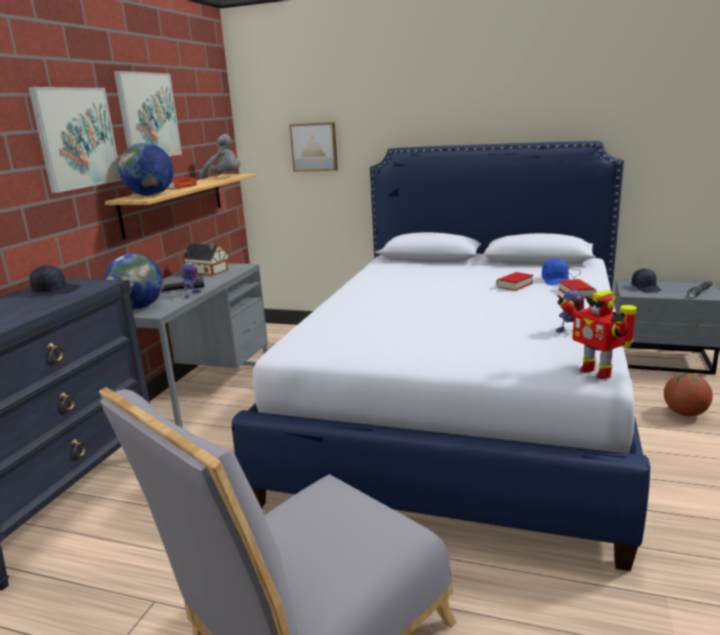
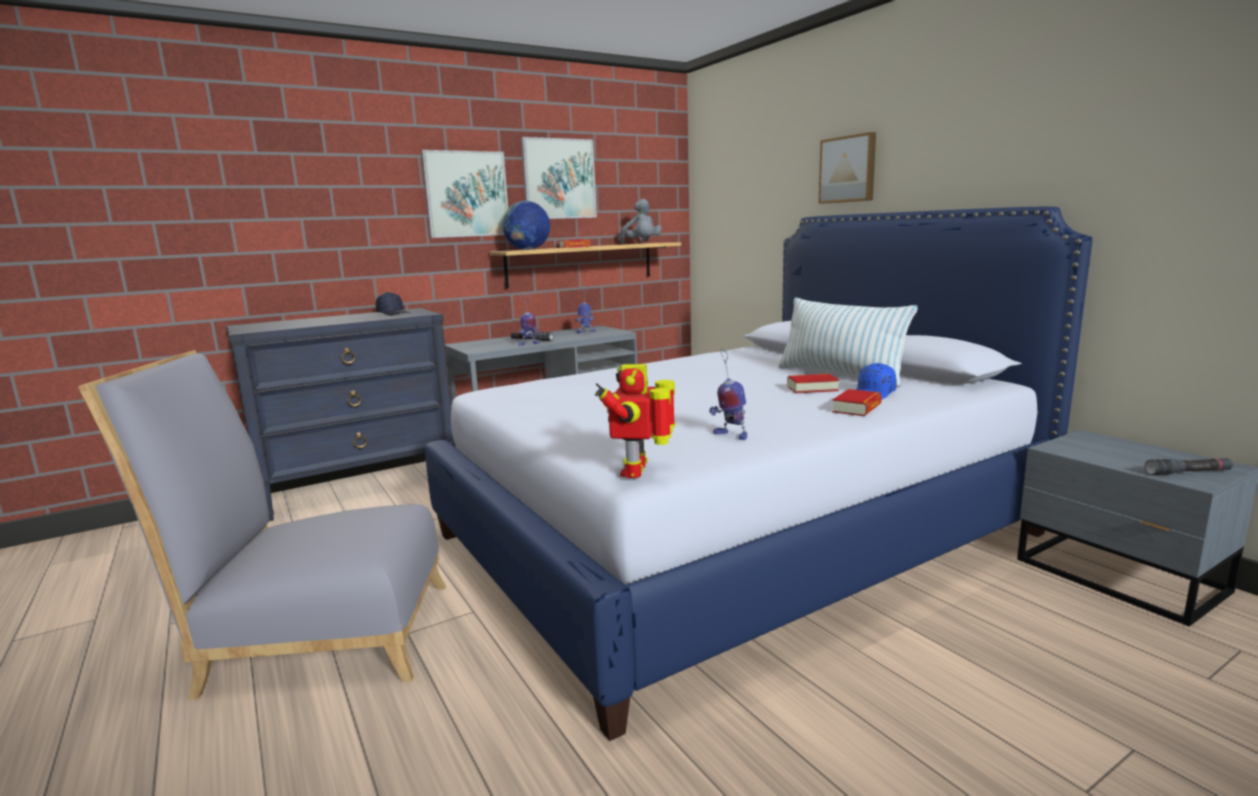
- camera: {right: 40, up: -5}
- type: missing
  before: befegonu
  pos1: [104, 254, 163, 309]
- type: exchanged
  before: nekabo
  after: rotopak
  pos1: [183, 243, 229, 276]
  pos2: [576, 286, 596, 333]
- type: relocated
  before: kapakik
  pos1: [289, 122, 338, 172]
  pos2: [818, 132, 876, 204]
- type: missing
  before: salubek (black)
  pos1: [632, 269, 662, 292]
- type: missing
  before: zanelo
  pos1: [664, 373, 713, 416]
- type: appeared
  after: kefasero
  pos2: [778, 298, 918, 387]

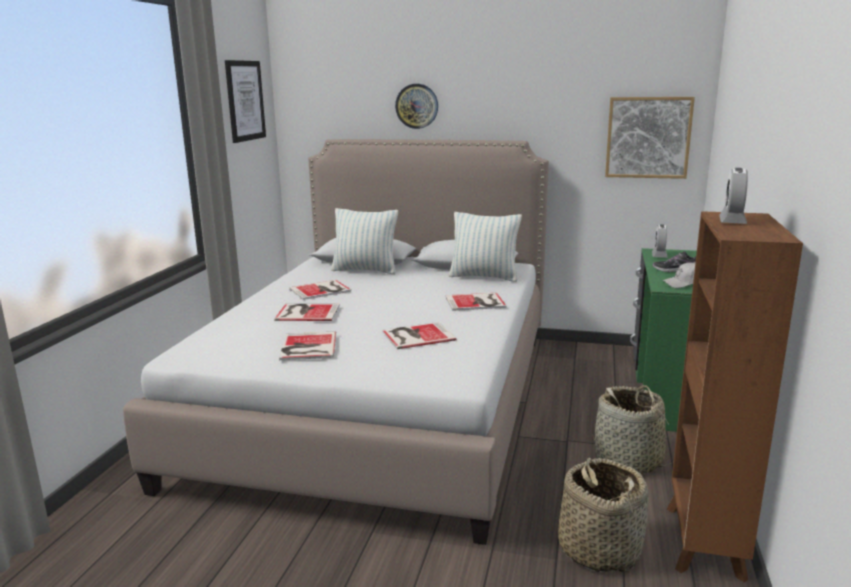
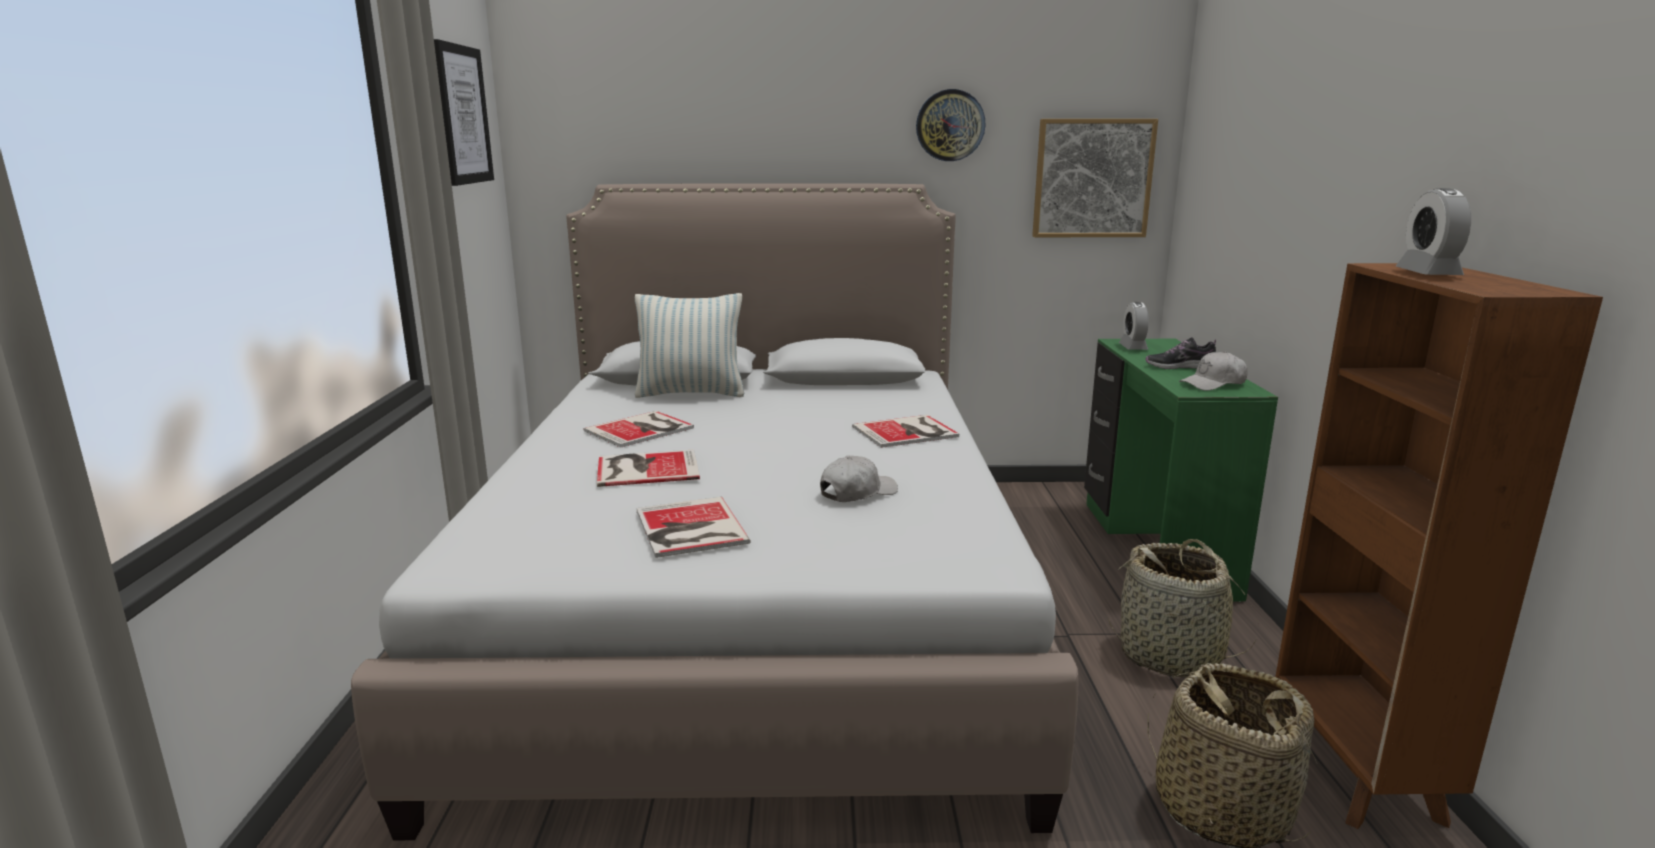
- camera: {right: -15, up: 0}
- type: exchanged
  before: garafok
  after: salubek (white)
  pos1: [382, 322, 457, 349]
  pos2: [820, 455, 898, 502]
- type: relocated
  before: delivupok
  pos1: [395, 84, 438, 129]
  pos2: [916, 89, 986, 161]
- type: missing
  before: kefasero
  pos1: [449, 212, 522, 282]

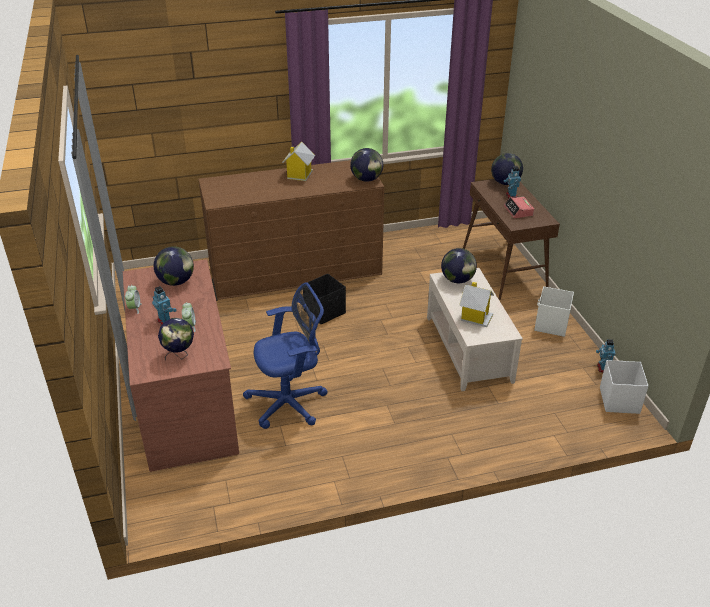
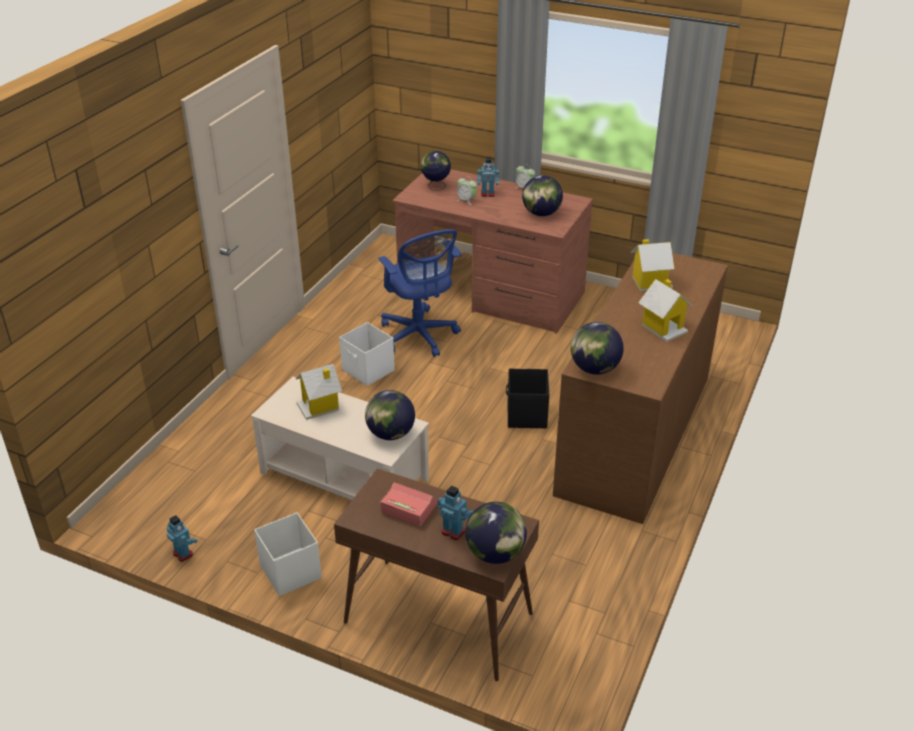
- camera: {right: 130, up: 0}
- type: spun
  before: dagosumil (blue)
  pos1: [243, 282, 328, 429]
  pos2: [378, 229, 462, 357]
  turn: -45
- type: relocated
  before: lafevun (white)
  pos1: [600, 360, 648, 414]
  pos2: [339, 322, 395, 386]
- type: appeared
  after: nekabo
  pos2: [631, 239, 674, 291]

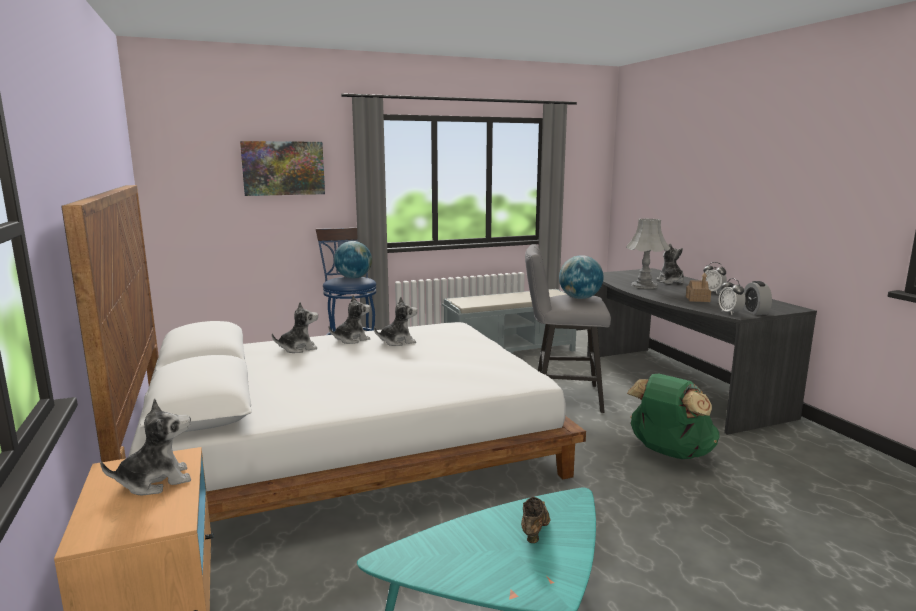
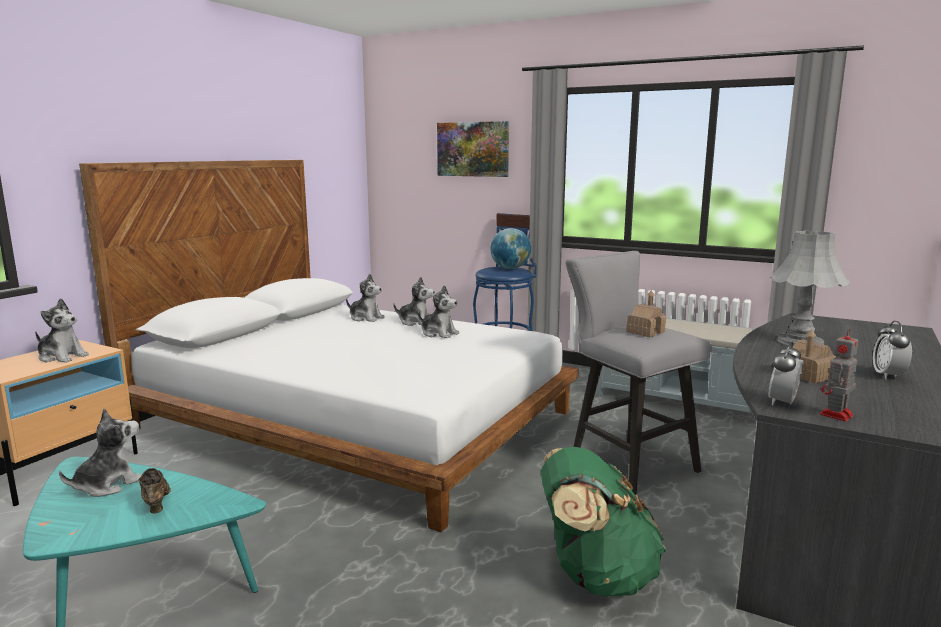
- camera: {right: 50, up: 0}
- type: spun
  before: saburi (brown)
  pos1: [521, 497, 550, 543]
  pos2: [138, 468, 171, 513]
  turn: -90
- type: exchanged
  before: befegonu
  after: nekabo
  pos1: [559, 255, 603, 299]
  pos2: [626, 290, 666, 337]
- type: relocated
  before: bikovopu
  pos1: [656, 244, 684, 284]
  pos2: [59, 408, 142, 497]
- type: exchanged
  before: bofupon
  after: rotopak
  pos1: [743, 281, 772, 315]
  pos2: [820, 328, 858, 422]

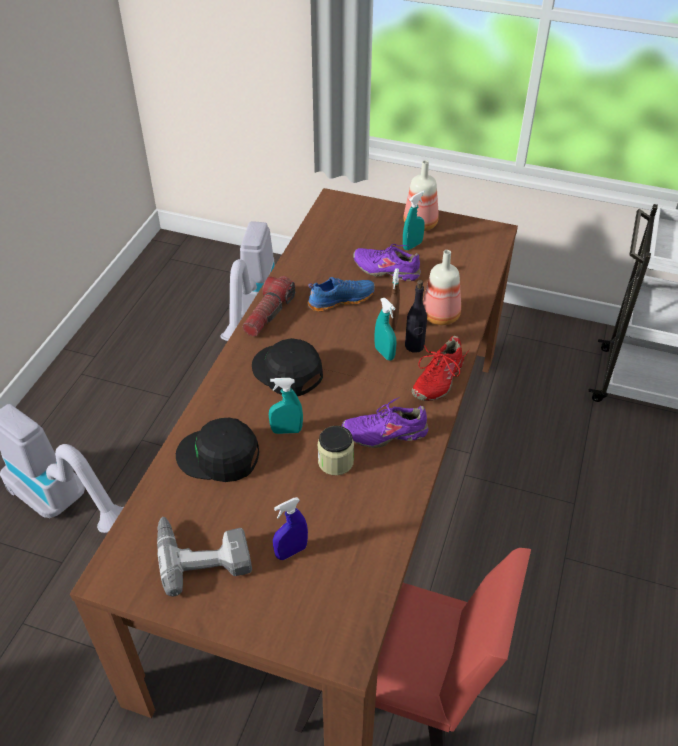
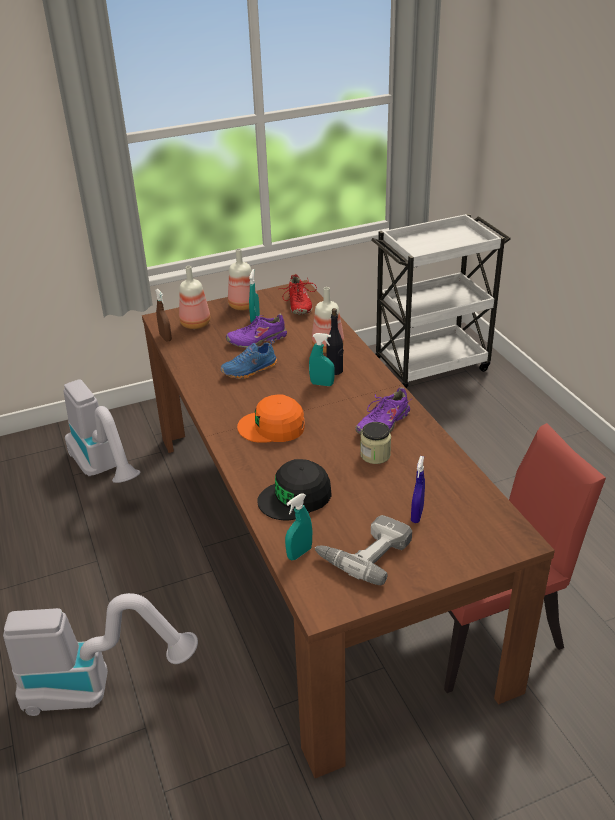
- camera: {right: -40, up: -10}
- type: missing
  before: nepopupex
  pos1: [242, 276, 295, 337]
- type: colour
  before: salubek (black)
  after: salubek (orange)
  pos1: [252, 338, 323, 396]
  pos2: [237, 394, 305, 442]
- type: relocated
  before: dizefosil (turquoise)
  pos1: [269, 378, 303, 434]
  pos2: [285, 493, 312, 560]
- type: spun
  before: saburi (blue)
  pos1: [308, 277, 375, 312]
  pos2: [220, 339, 277, 379]
  turn: -150
- type: relocated
  before: dizefosil (brown)
  pos1: [389, 268, 400, 331]
  pos2: [155, 289, 172, 342]
- type: relocated
  before: saburi (red)
  pos1: [411, 336, 469, 401]
  pos2: [279, 274, 317, 315]
- type: appeared
  after: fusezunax
  pos2: [179, 266, 211, 329]

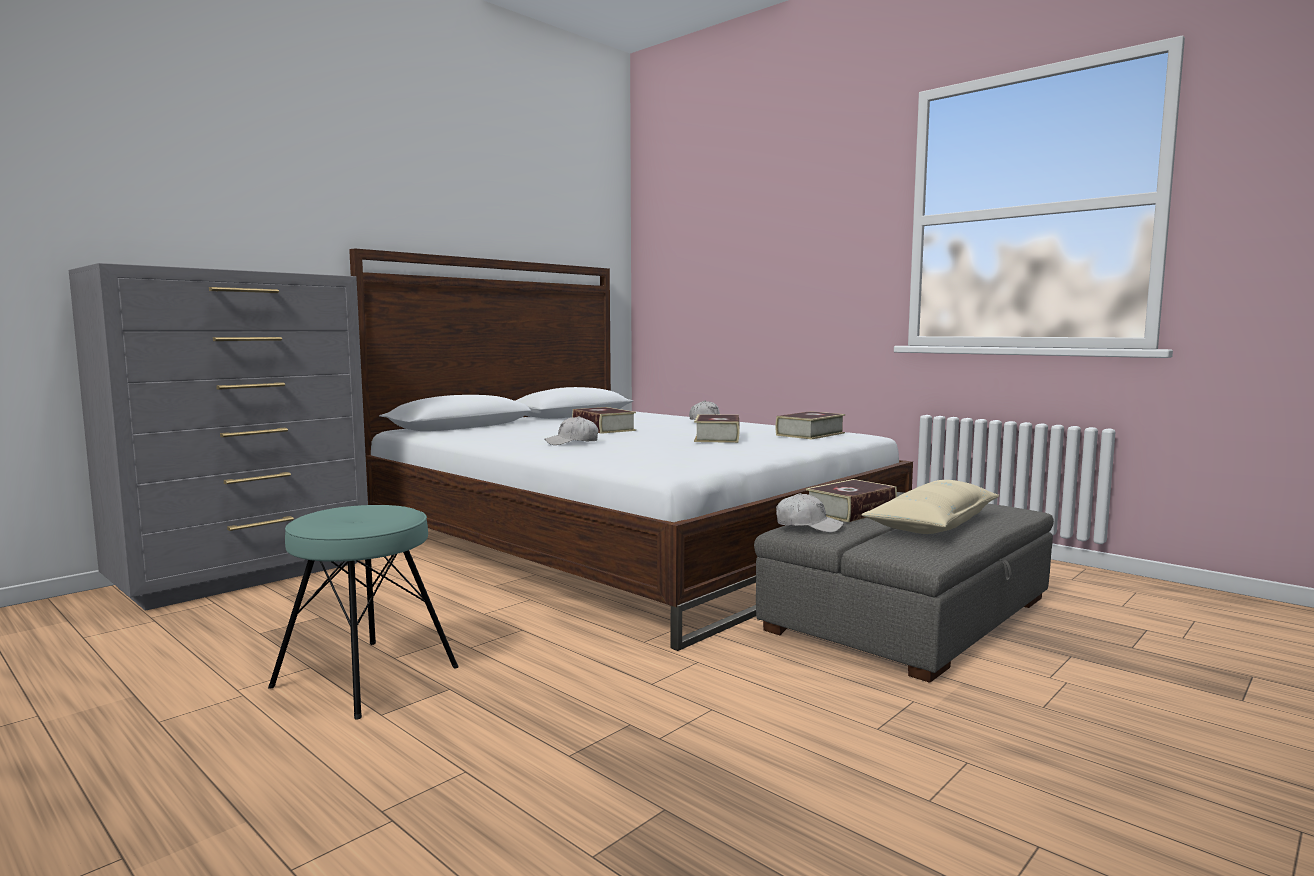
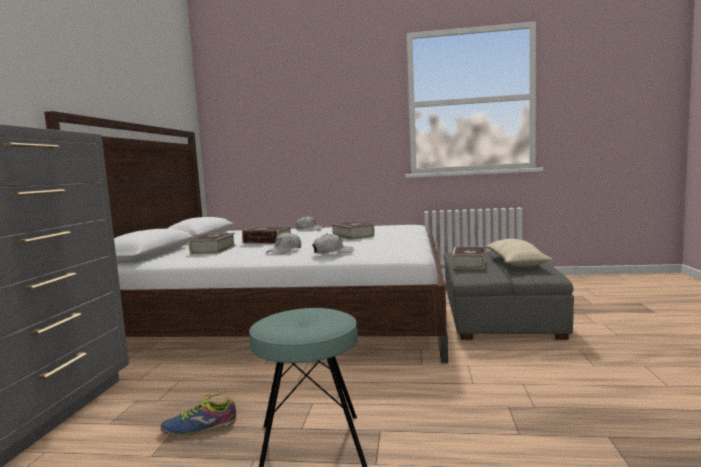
- camera: {right: -35, up: 0}
- type: relocated
  before: garafok
  pos1: [776, 411, 846, 439]
  pos2: [189, 233, 236, 254]
- type: relocated
  before: salubek (white)
  pos1: [776, 493, 844, 533]
  pos2: [313, 233, 354, 254]
- type: appeared
  after: saburi
  pos2: [160, 392, 236, 436]

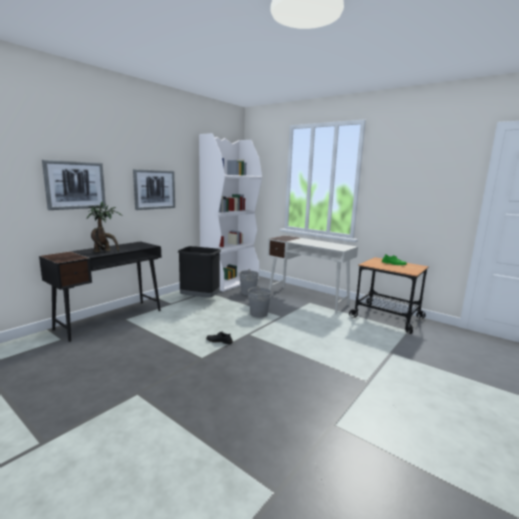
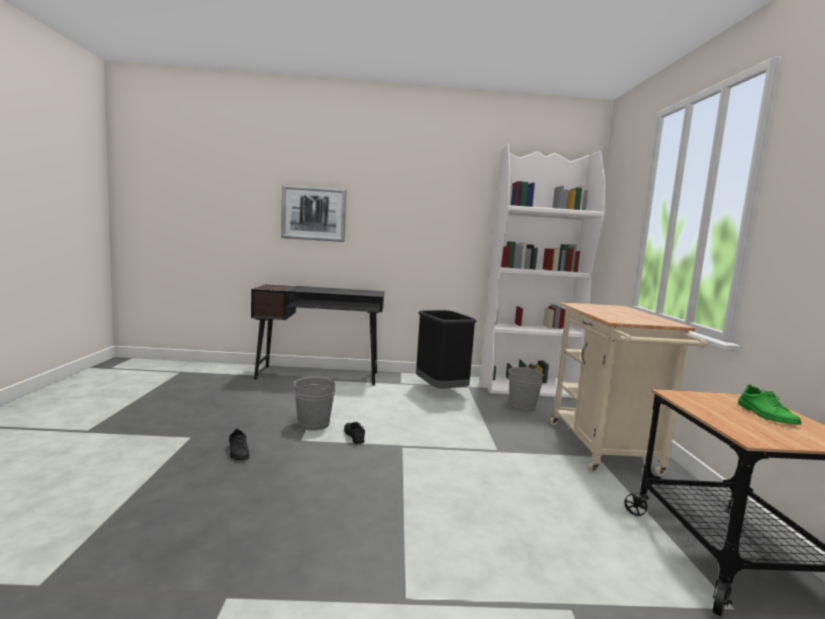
- camera: {right: 50, up: -5}
- type: missing
  before: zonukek
  pos1: [87, 201, 123, 252]
- type: missing
  before: kapakik
  pos1: [133, 169, 175, 210]
- type: relocated
  before: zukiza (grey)
  pos1: [248, 286, 271, 317]
  pos2: [293, 377, 336, 431]
- type: exchanged
  before: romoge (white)
  after: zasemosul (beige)
  pos1: [268, 235, 358, 314]
  pos2: [550, 302, 707, 476]
- type: appeared
  after: saburi (black)
  pos2: [229, 429, 250, 460]

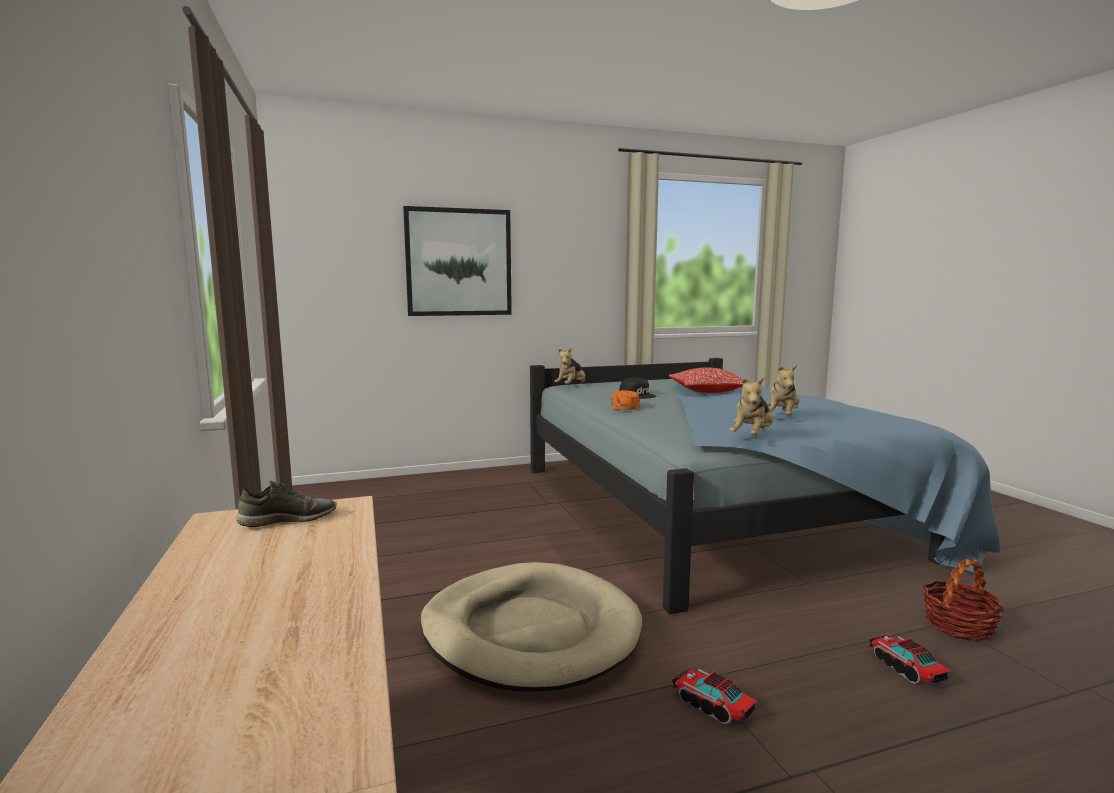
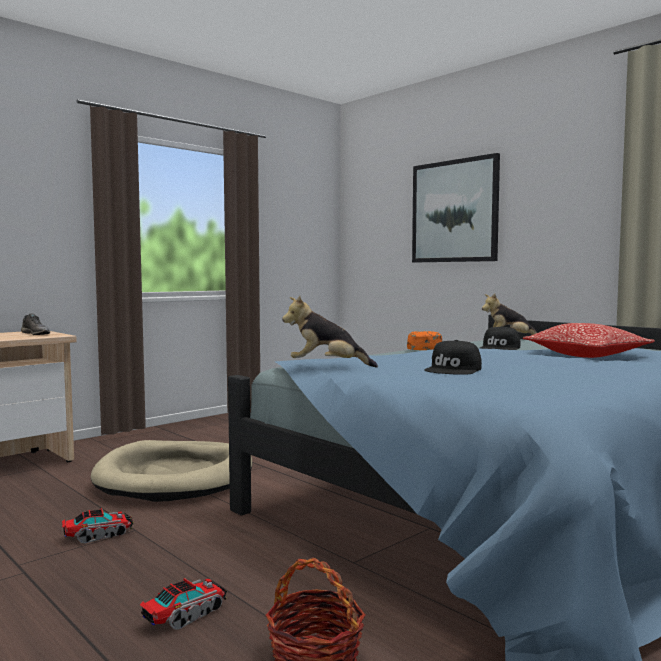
- camera: {right: 65, up: -5}
- type: spun
  before: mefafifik
  pos1: [672, 669, 757, 724]
  pos2: [62, 508, 134, 543]
  turn: 45
- type: exchanged
  before: bikovopu
  after: salubek (black)
  pos1: [766, 364, 799, 416]
  pos2: [425, 340, 482, 375]

